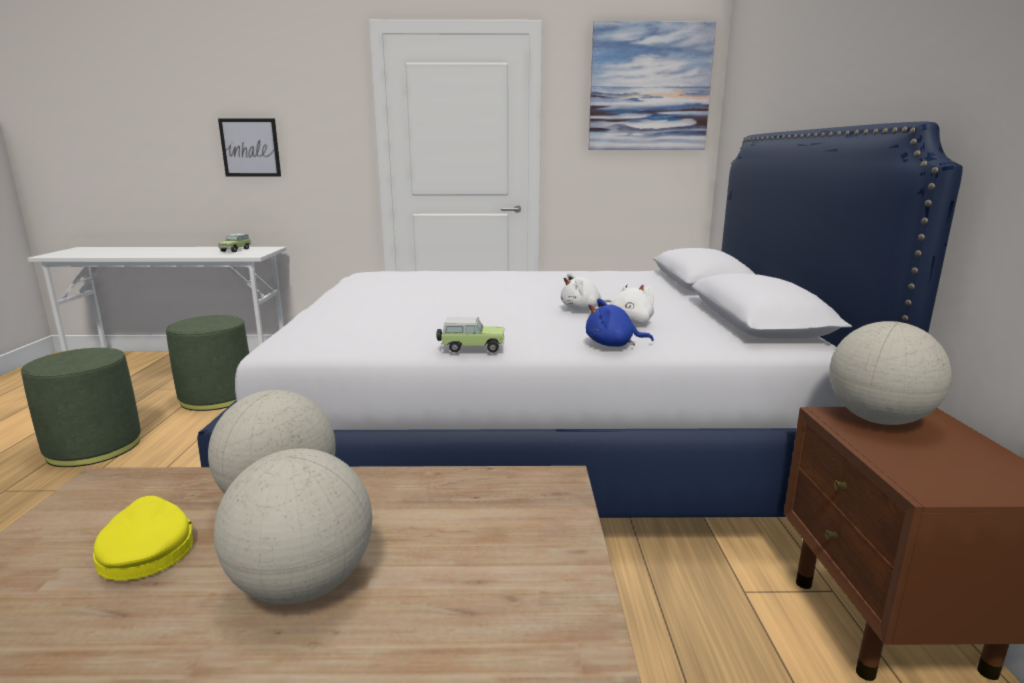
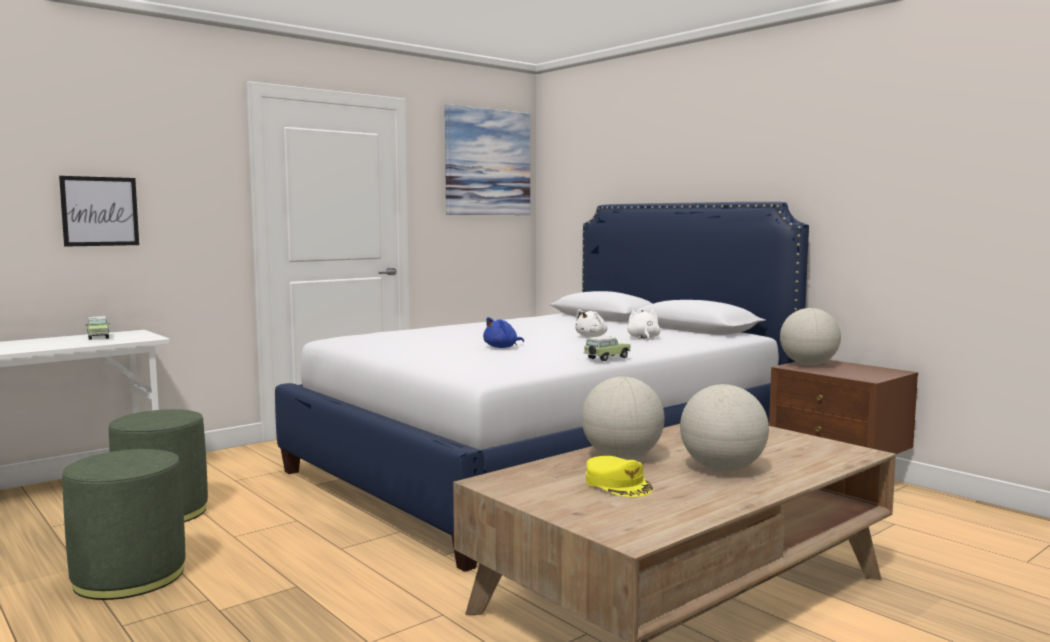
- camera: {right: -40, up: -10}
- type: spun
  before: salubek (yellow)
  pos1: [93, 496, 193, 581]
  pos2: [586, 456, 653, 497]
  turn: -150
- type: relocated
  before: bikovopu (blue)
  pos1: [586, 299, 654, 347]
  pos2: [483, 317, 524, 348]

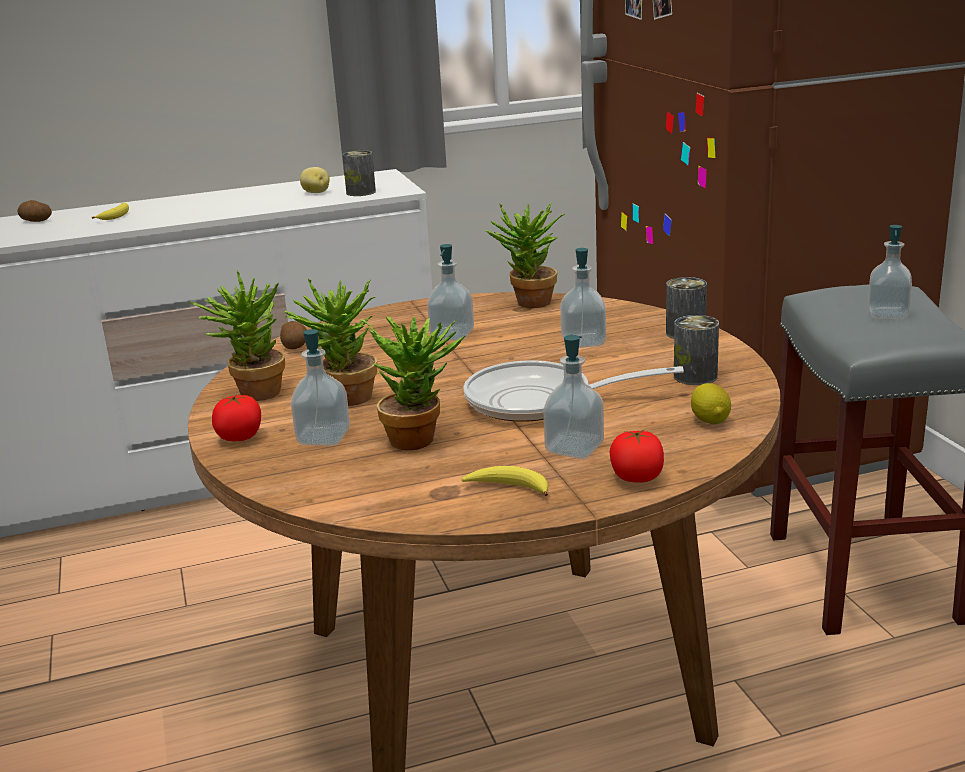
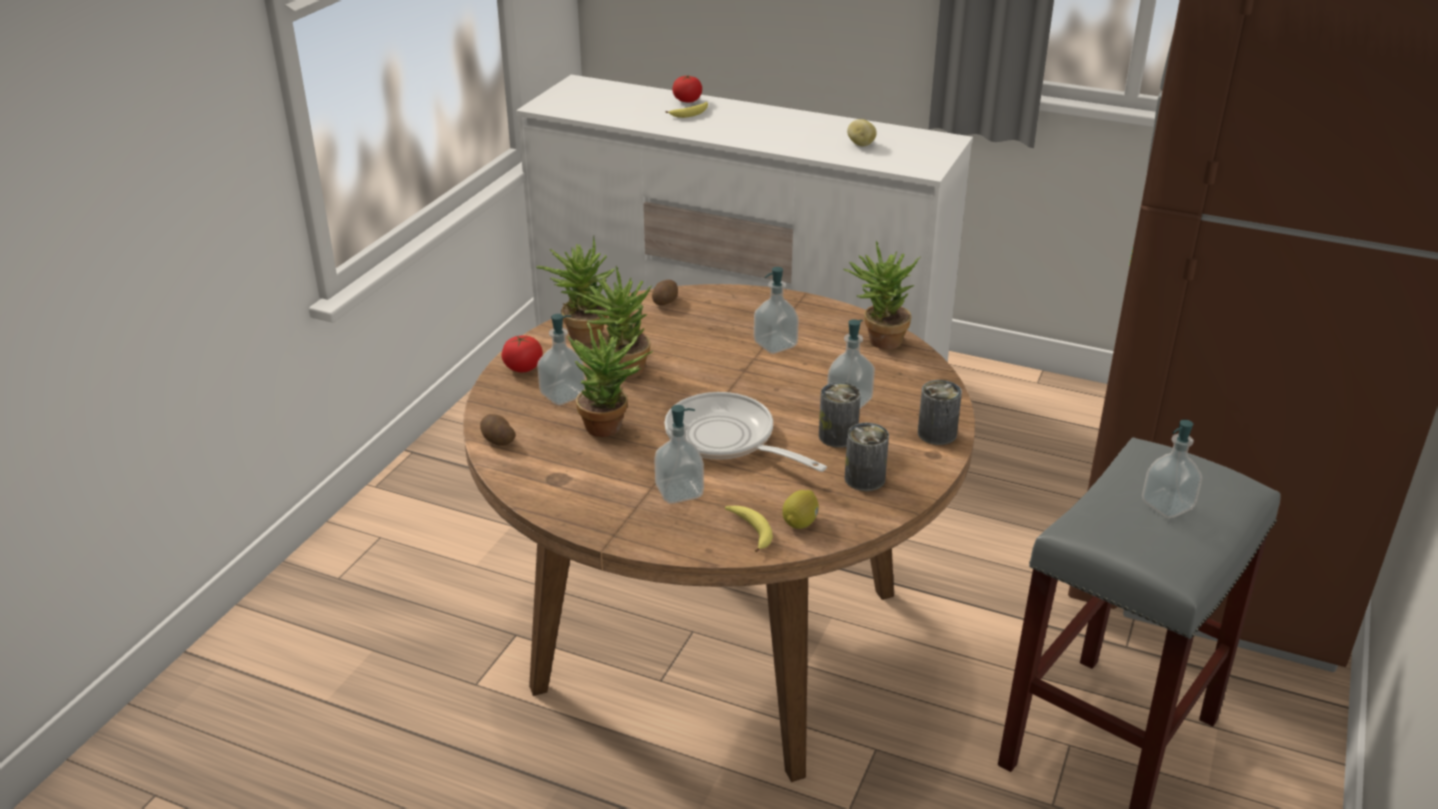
- camera: {right: 40, up: 10}
- type: relocated
  before: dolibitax
  pos1: [18, 200, 52, 222]
  pos2: [480, 414, 515, 446]
- type: relocated
  before: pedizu
  pos1: [342, 150, 376, 196]
  pos2: [819, 382, 861, 448]
- type: relocated
  before: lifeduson
  pos1: [462, 466, 549, 497]
  pos2: [725, 506, 773, 552]
- type: relocated
  before: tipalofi
  pos1: [610, 430, 664, 483]
  pos2: [672, 75, 702, 103]

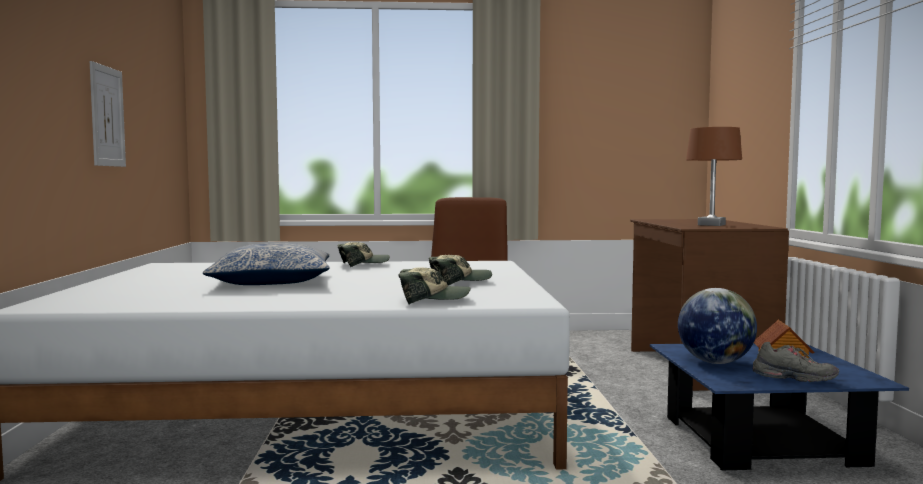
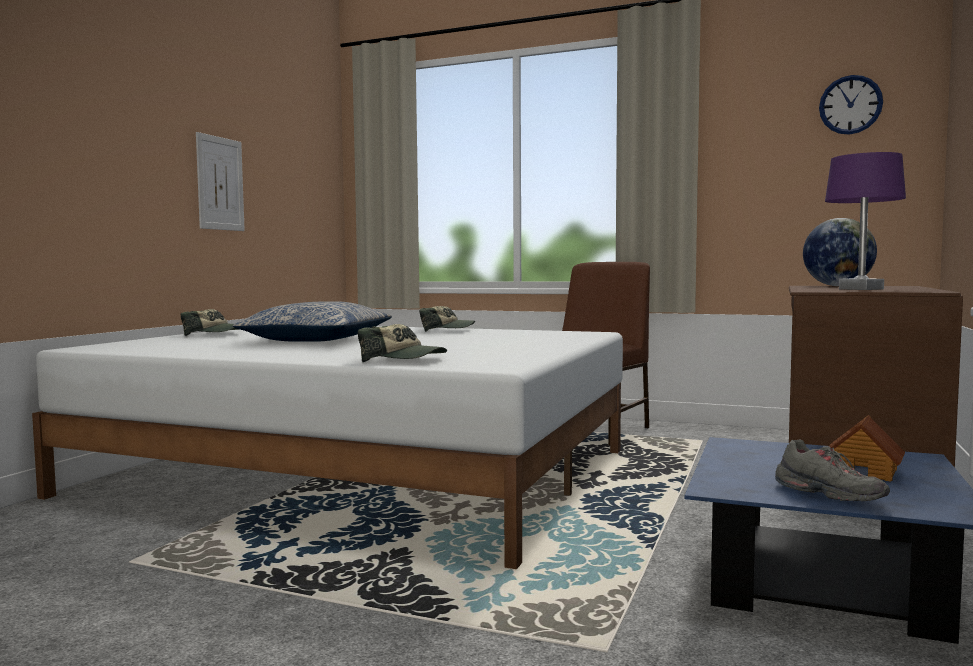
- camera: {right: 25, up: 0}
- type: relocated
  before: salubek
  pos1: [429, 255, 492, 285]
  pos2: [181, 309, 240, 336]
- type: relocated
  before: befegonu
  pos1: [678, 288, 757, 364]
  pos2: [803, 218, 877, 286]
- type: colour
  before: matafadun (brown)
  after: matafadun (purple)
  pos1: [686, 127, 742, 226]
  pos2: [825, 152, 906, 290]
- type: appeared
  after: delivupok
  pos2: [819, 75, 883, 135]

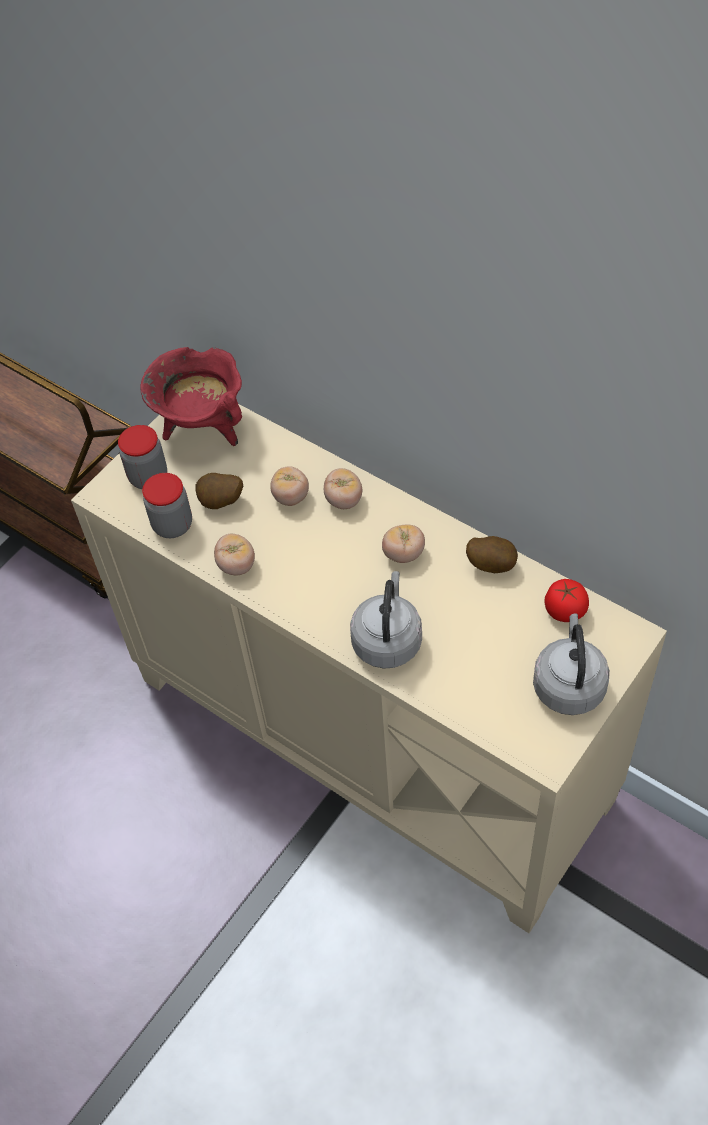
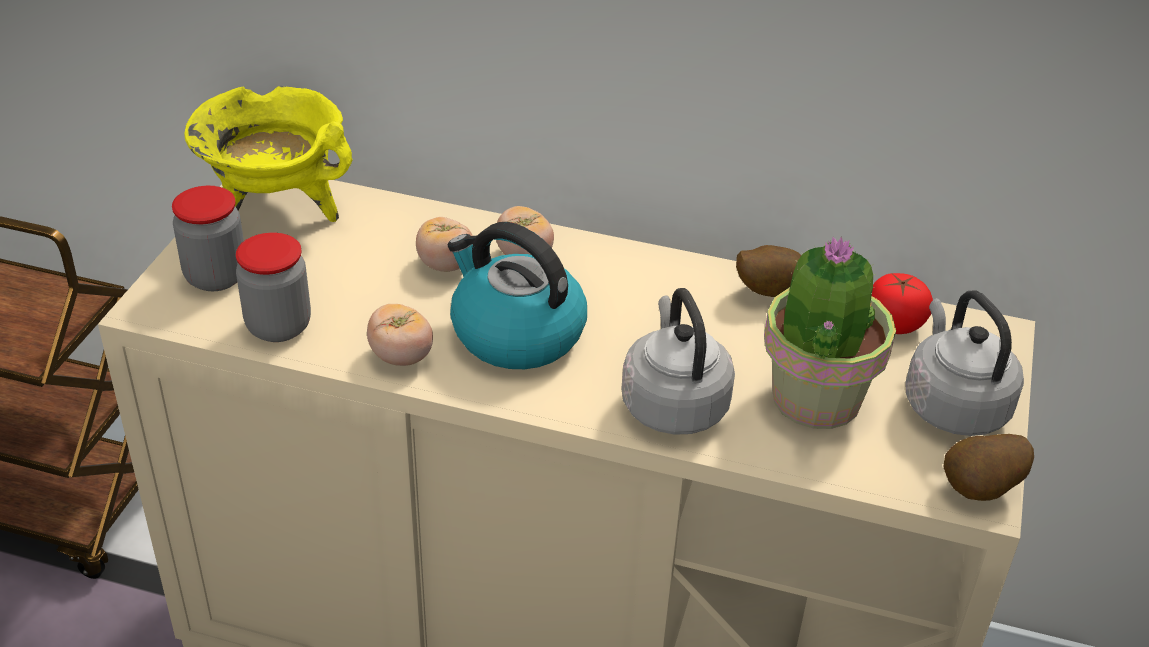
- camera: {right: -25, up: -15}
- type: colour
  before: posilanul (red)
  after: posilanul (yellow)
  pos1: [140, 347, 242, 446]
  pos2: [184, 86, 352, 222]
- type: relocated
  before: dolibitax
  pos1: [195, 473, 243, 509]
  pos2: [943, 434, 1034, 501]
- type: missing
  before: tipalofi
  pos1: [382, 524, 425, 563]
- type: appeared
  after: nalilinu
  pos2: [448, 222, 587, 369]
- type: appeared
  after: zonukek
  pos2: [764, 236, 896, 429]

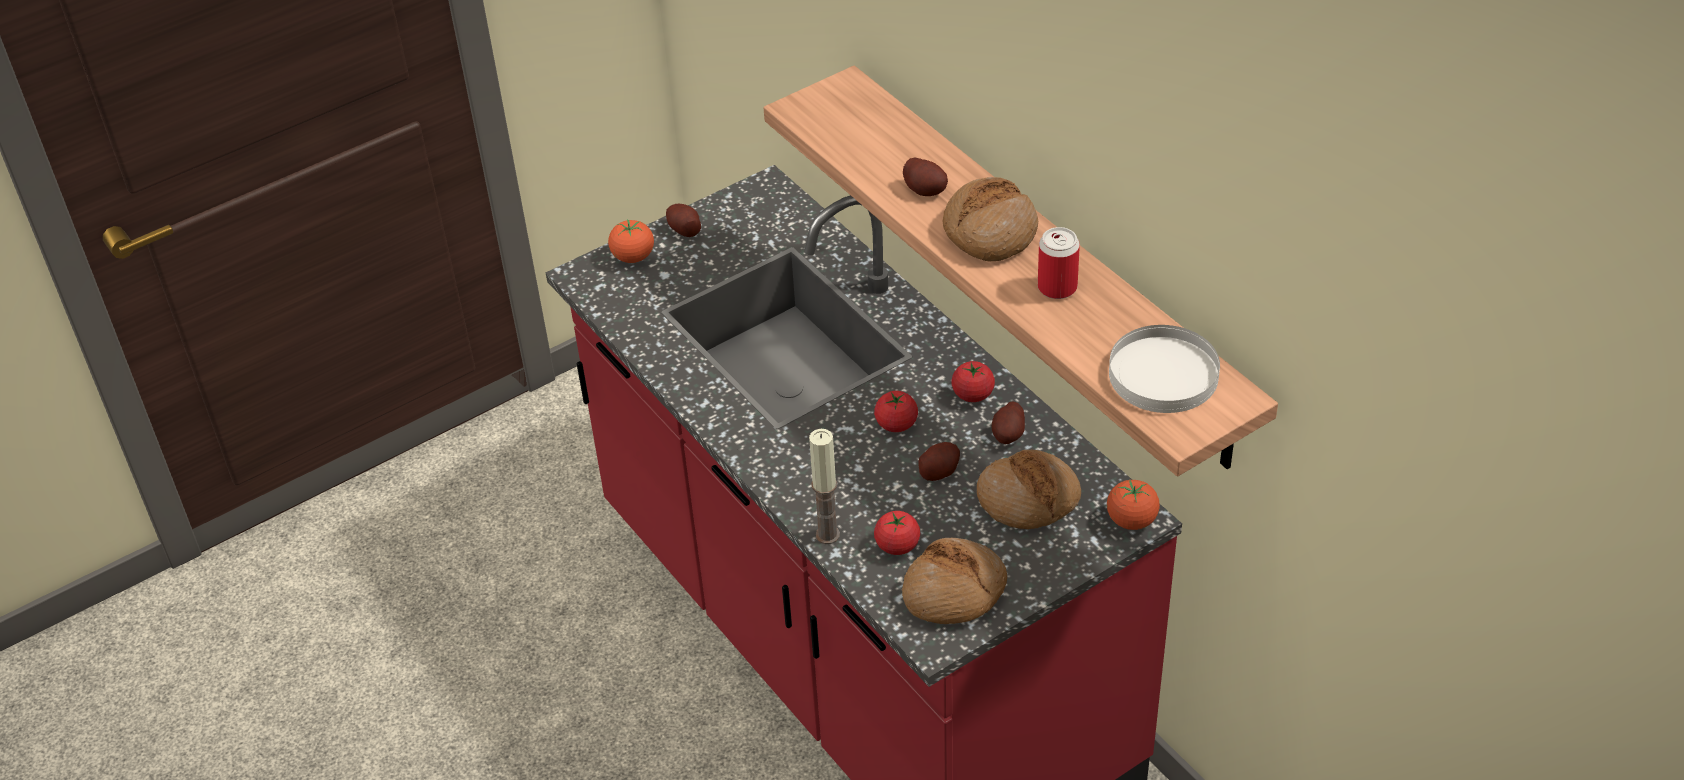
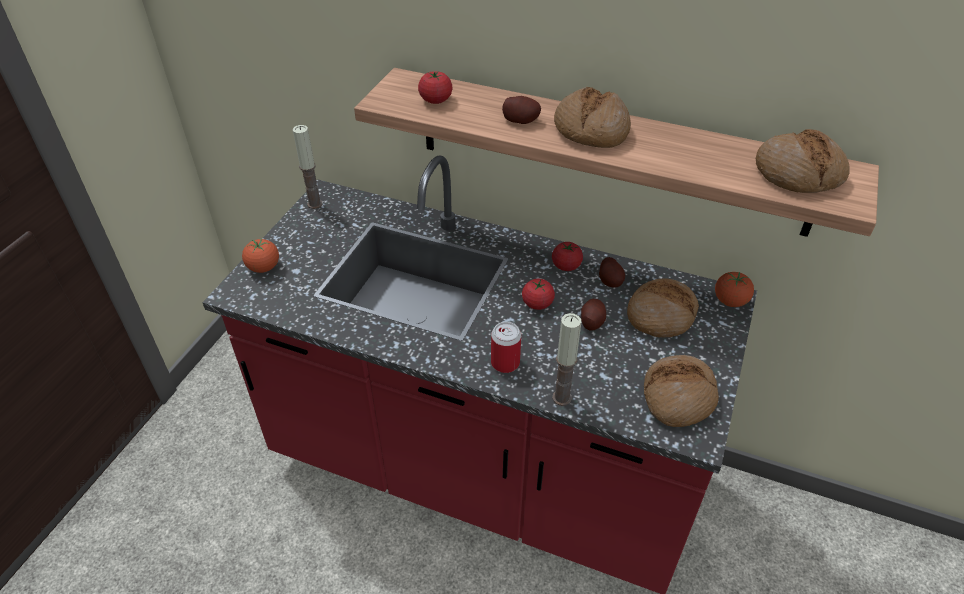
- camera: {right: -35, up: 0}
- type: missing
  before: dolibitax
  pos1: [666, 204, 701, 237]
- type: relocated
  before: tipalofi
  pos1: [874, 511, 920, 555]
  pos2: [418, 71, 453, 104]
- type: relocated
  before: pedizu
  pos1: [1038, 227, 1080, 299]
  pos2: [491, 322, 521, 373]
- type: exchanged
  before: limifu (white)
  after: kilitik
  pos1: [1109, 325, 1220, 413]
  pos2: [756, 129, 850, 193]
- type: appeared
  after: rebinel
  pos2: [293, 125, 323, 209]

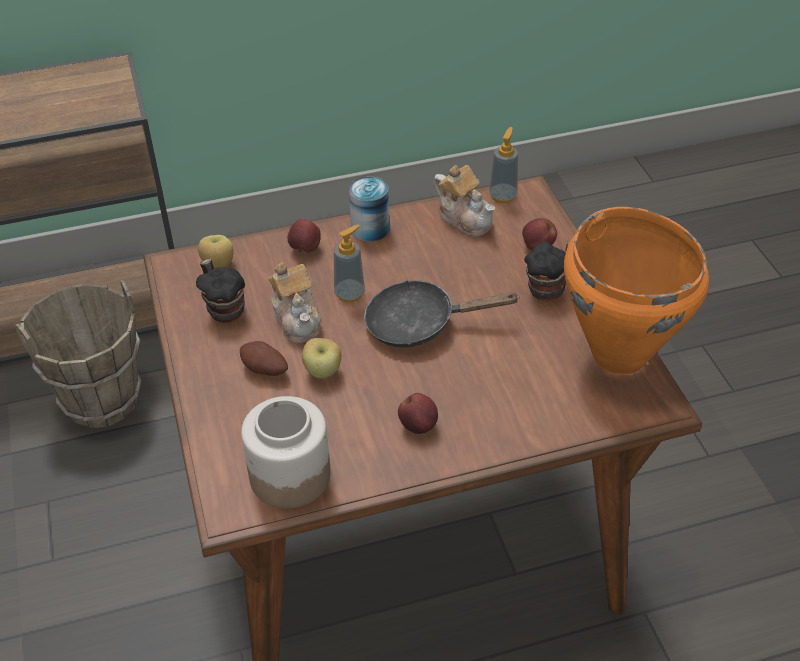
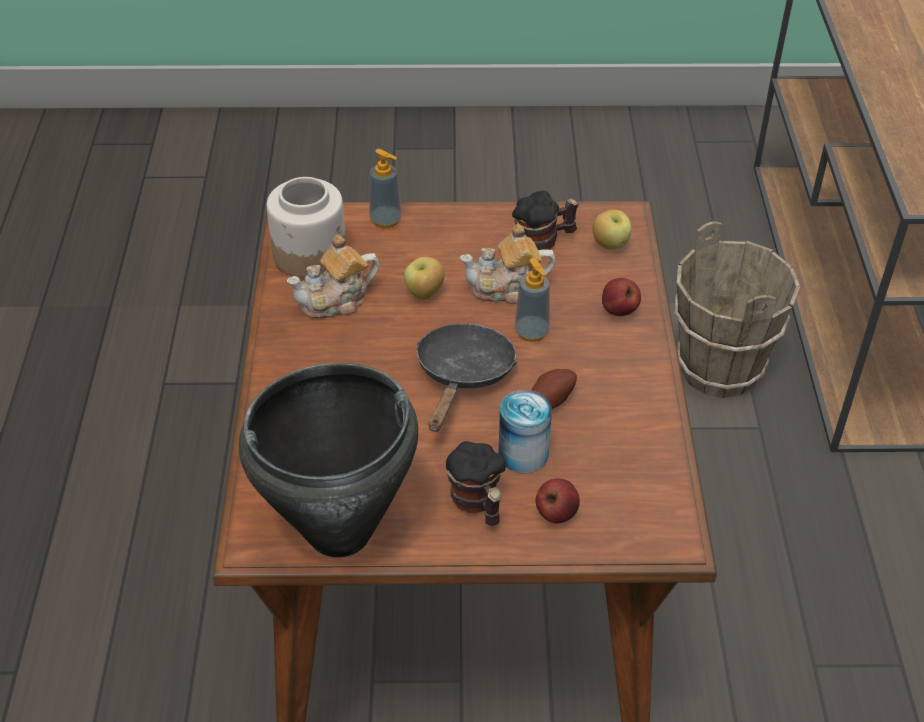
- camera: {right: 105, up: 0}
- type: relocated
  before: dolibitax
  pos1: [240, 341, 288, 376]
  pos2: [531, 369, 577, 409]
- type: relocated
  before: pedizu
  pos1: [349, 177, 389, 242]
  pos2: [498, 390, 552, 473]
- type: missing
  before: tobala
  pos1: [398, 393, 438, 434]
- type: relocated
  before: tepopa
  pos1: [433, 165, 495, 237]
  pos2: [286, 235, 379, 318]
- type: relocated
  before: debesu
  pos1: [489, 127, 518, 203]
  pos2: [369, 149, 402, 228]
- type: colour
  before: posilanul (orange)
  after: posilanul (black)
  pos1: [564, 207, 709, 375]
  pos2: [239, 363, 418, 557]

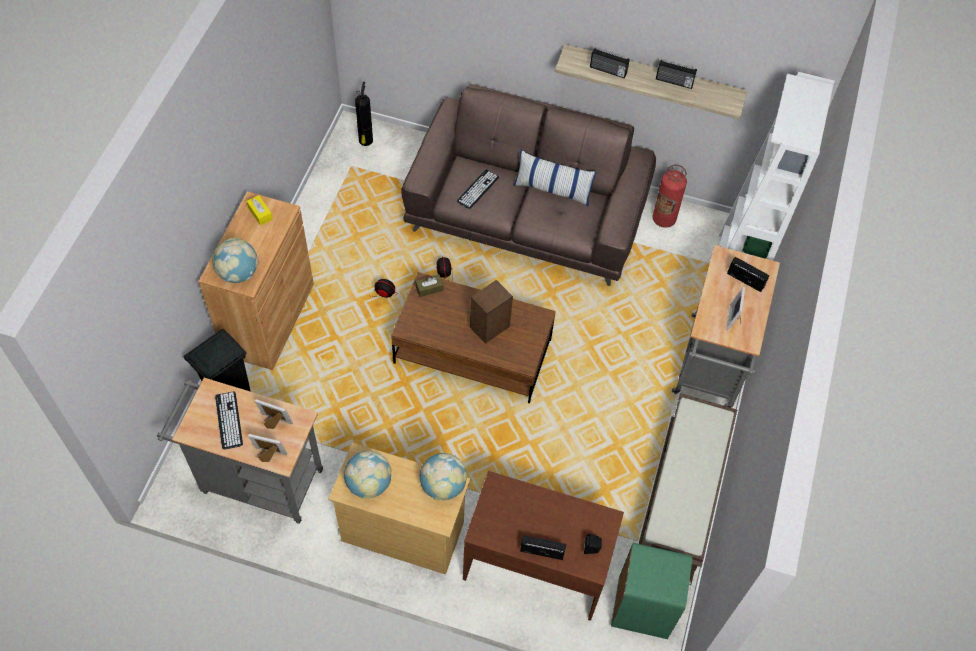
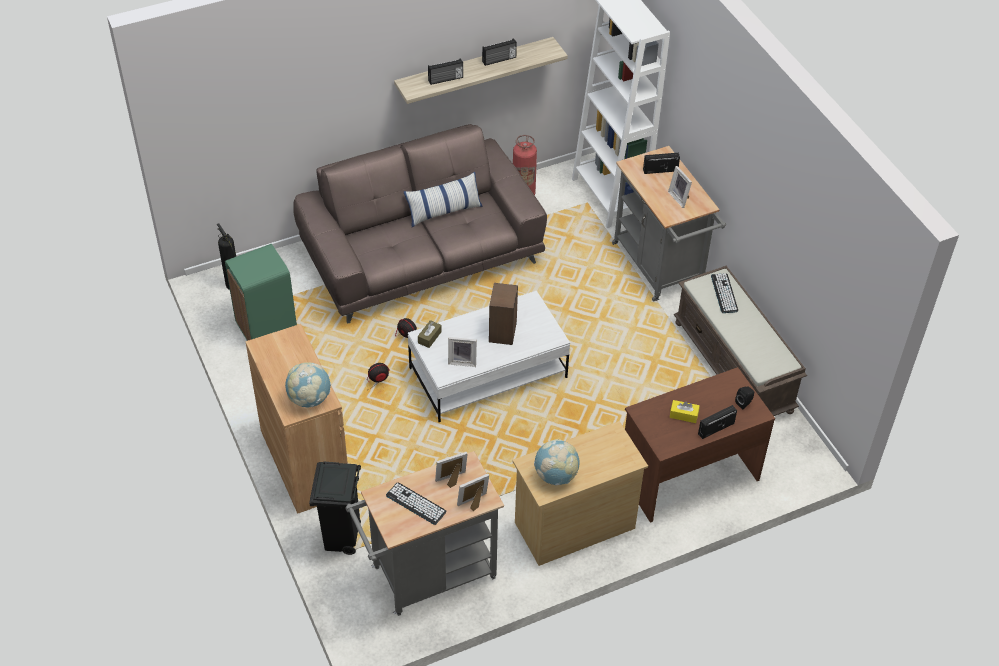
- camera: {right: -40, up: -10}
- type: relocated
  before: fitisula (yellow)
  pos1: [247, 195, 273, 226]
  pos2: [670, 400, 700, 423]
- type: colour
  before: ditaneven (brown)
  after: ditaneven (white)
  pos1: [391, 272, 556, 404]
  pos2: [408, 291, 570, 422]
- type: missing
  before: befegonu
  pos1: [419, 453, 467, 500]
- type: relocated
  before: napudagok
  pos1: [457, 169, 499, 209]
  pos2: [711, 273, 738, 313]
- type: relocated
  before: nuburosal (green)
  pos1: [611, 543, 693, 639]
  pos2: [225, 244, 297, 341]
- type: appeared
  after: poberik
  pos2: [448, 337, 477, 367]

